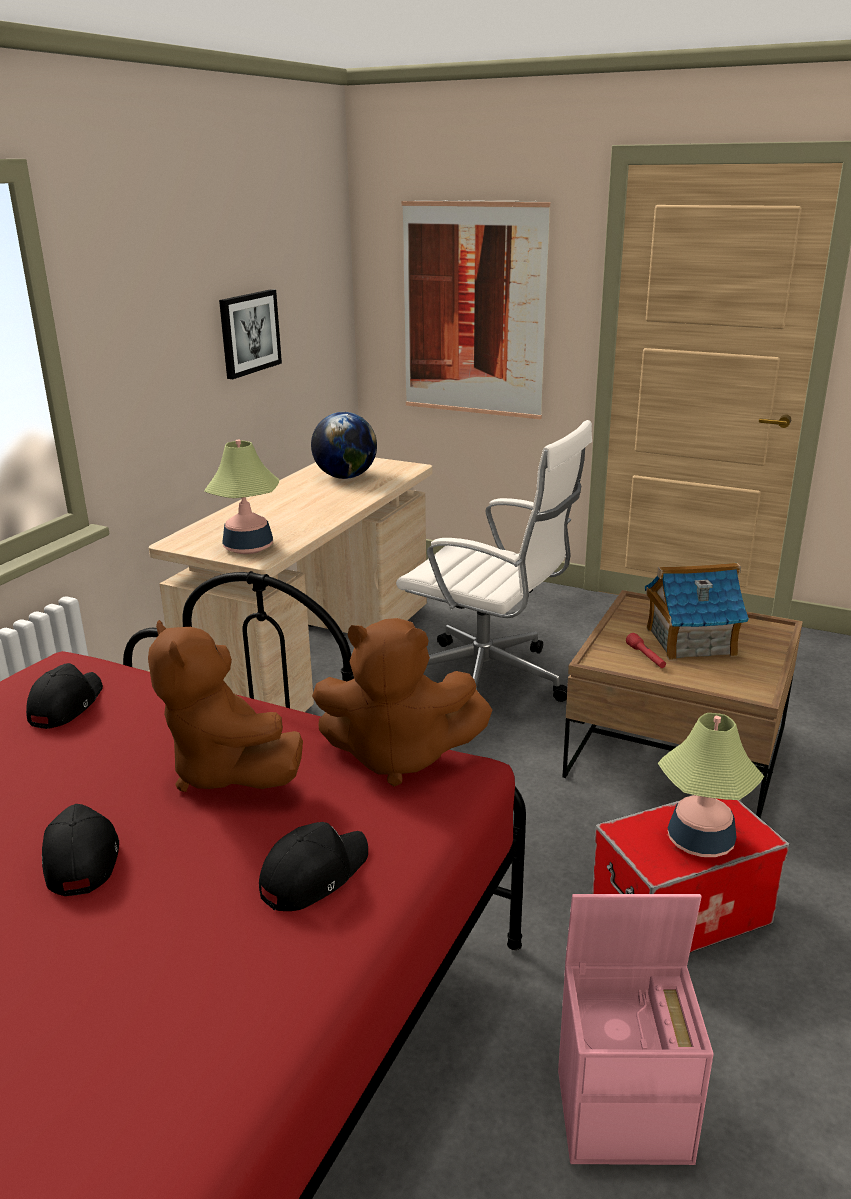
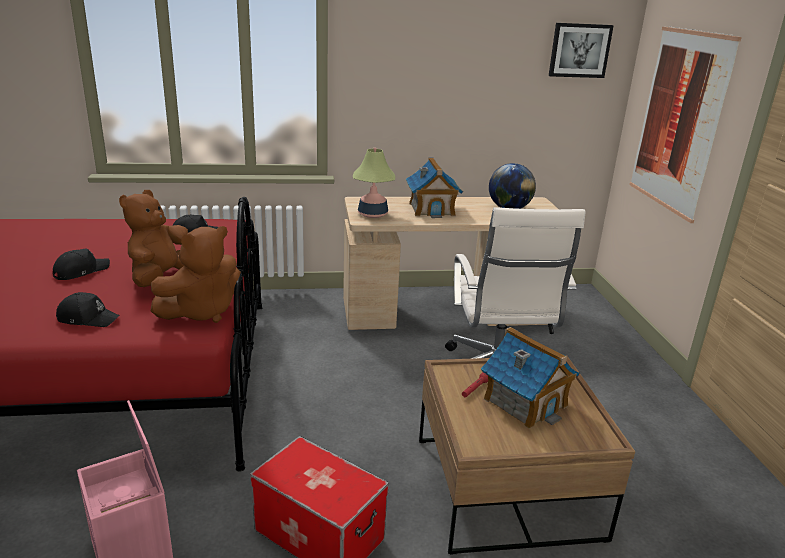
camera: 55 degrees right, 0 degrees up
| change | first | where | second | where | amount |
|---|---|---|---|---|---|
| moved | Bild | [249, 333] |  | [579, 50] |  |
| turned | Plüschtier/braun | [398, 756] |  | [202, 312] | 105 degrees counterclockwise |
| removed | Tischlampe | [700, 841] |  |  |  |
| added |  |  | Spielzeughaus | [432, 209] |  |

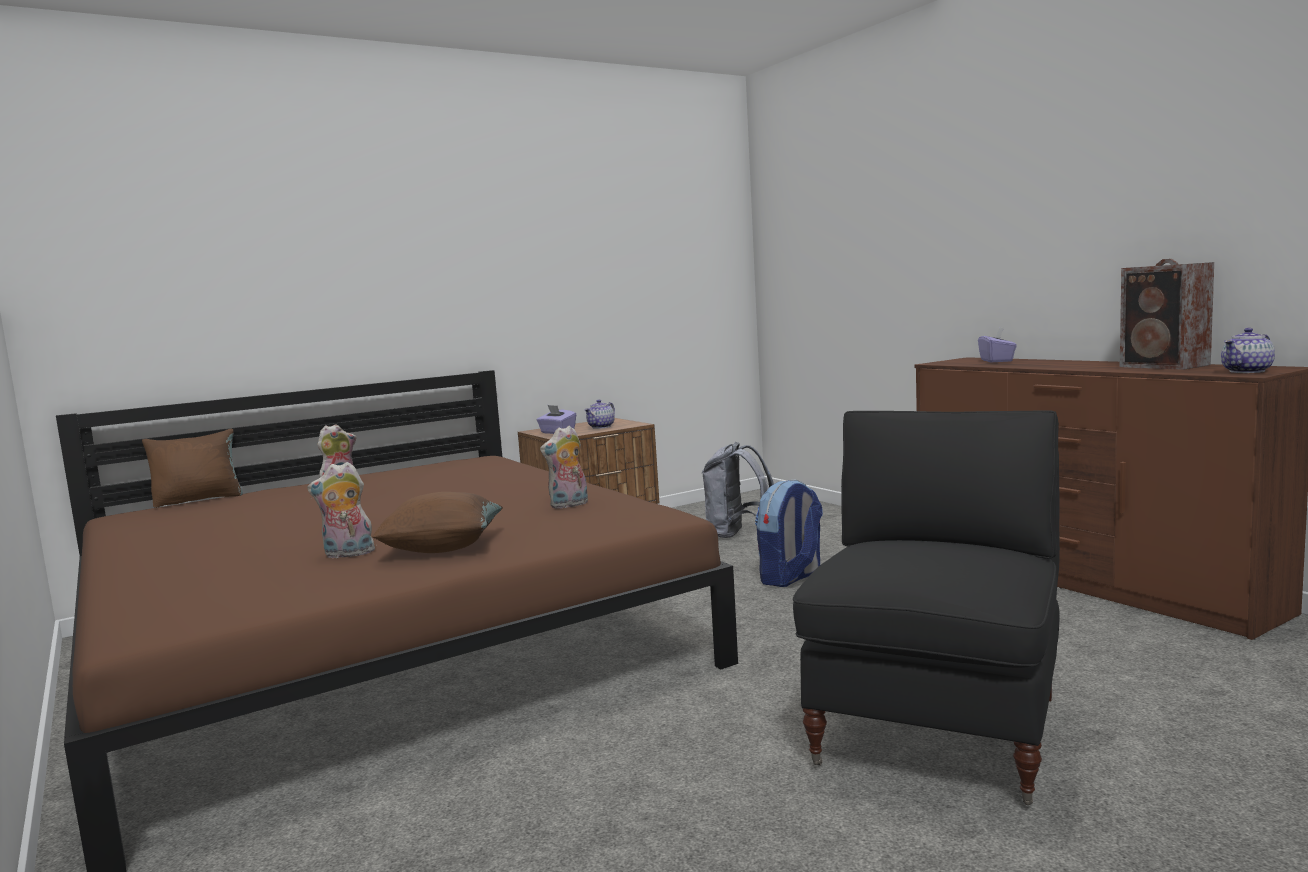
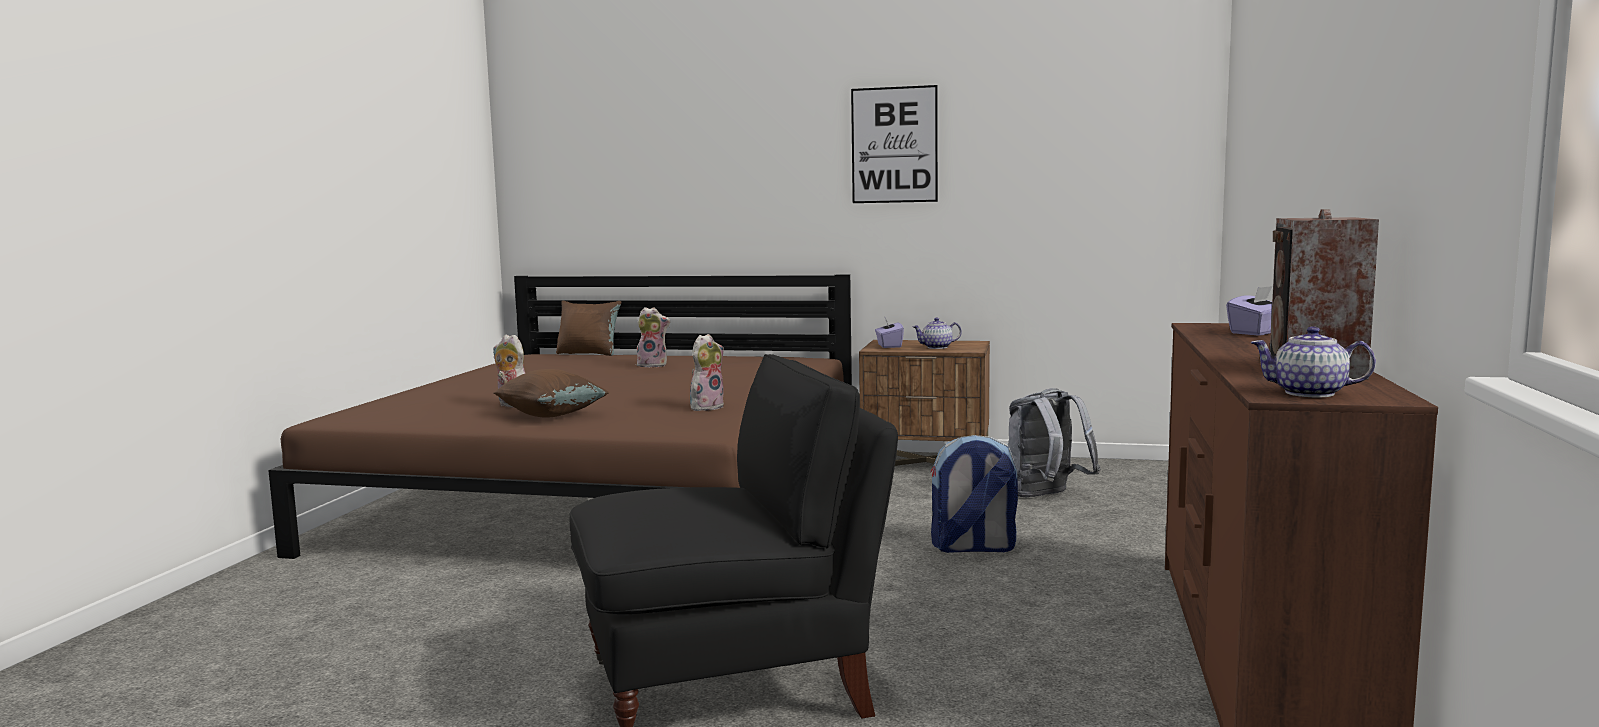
camera: 45 degrees right, 0 degrees up
| change | first | where | second | where | amount |
|---|---|---|---|---|---|
| turned | Plüschtier | [569, 505] |  | [706, 407] | 120 degrees clockwise |
| added |  |  | Bild | [894, 145] |  |

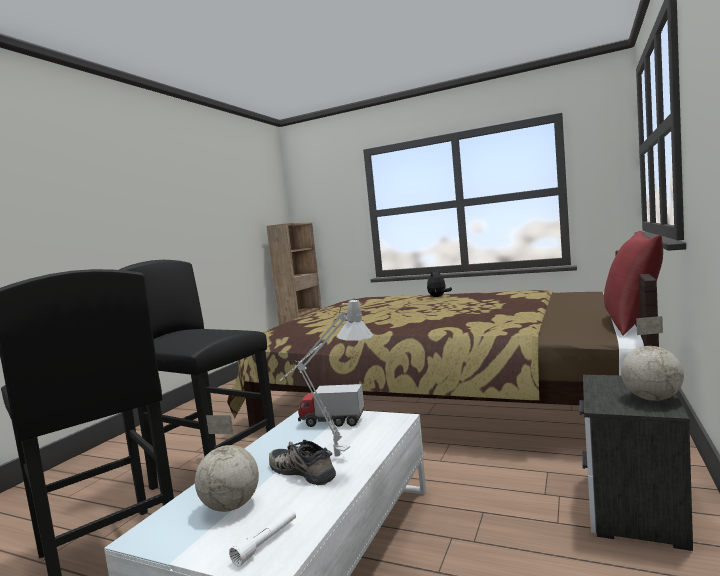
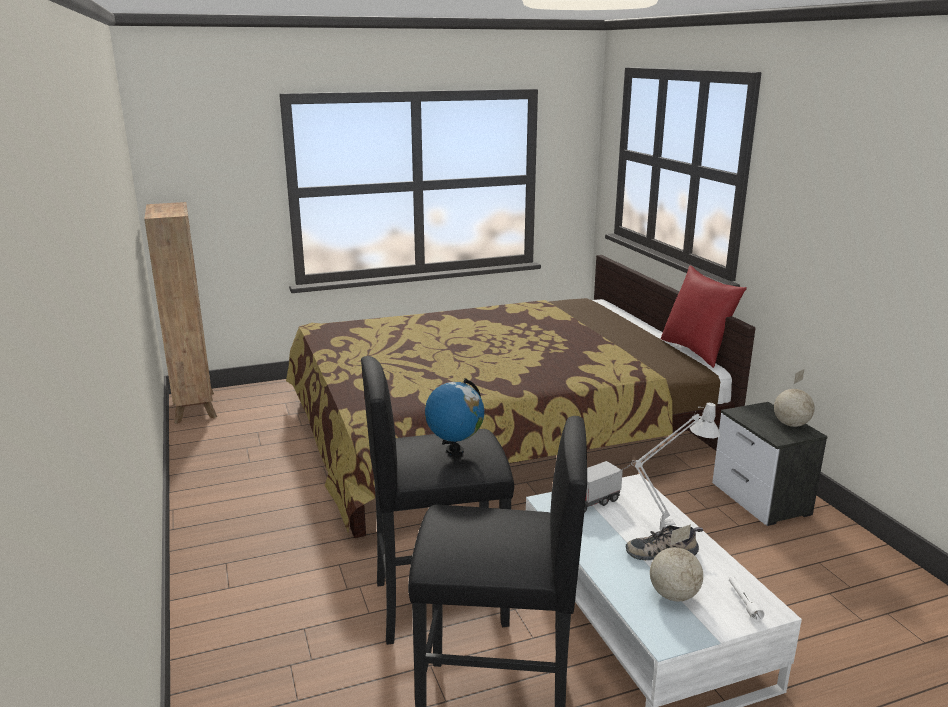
camera: 45 degrees left, 15 degrees up
| change | first | where | second | where | amount |
|---|---|---|---|---|---|
| removed | Plüschtier | [438, 297] |  |  |  |
| added |  |  | Globus | [454, 450] |  |

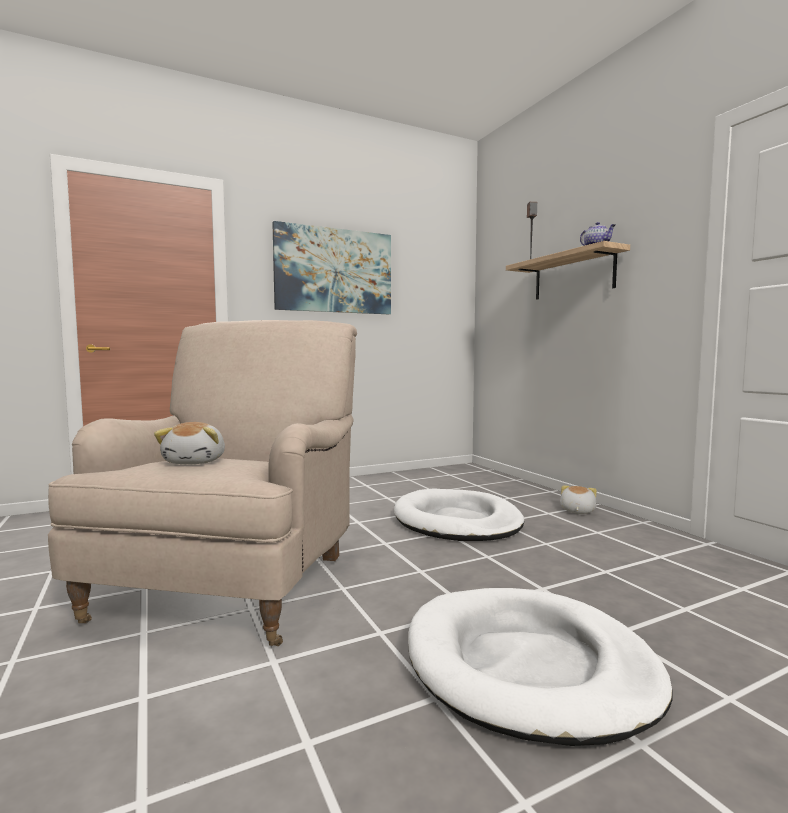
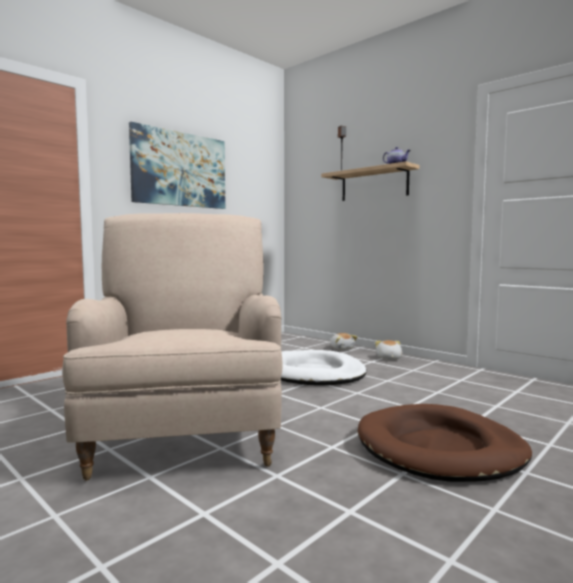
camera: 20 degrees left, 0 degrees up
| change | first | where | second | where | amount |
|---|---|---|---|---|---|
| moved | Plüschtier | [196, 461] |  | [342, 348] |  |
| recoloured | Hundebett/weiß | [529, 667] | Hundebett/braun | [440, 449] |  |

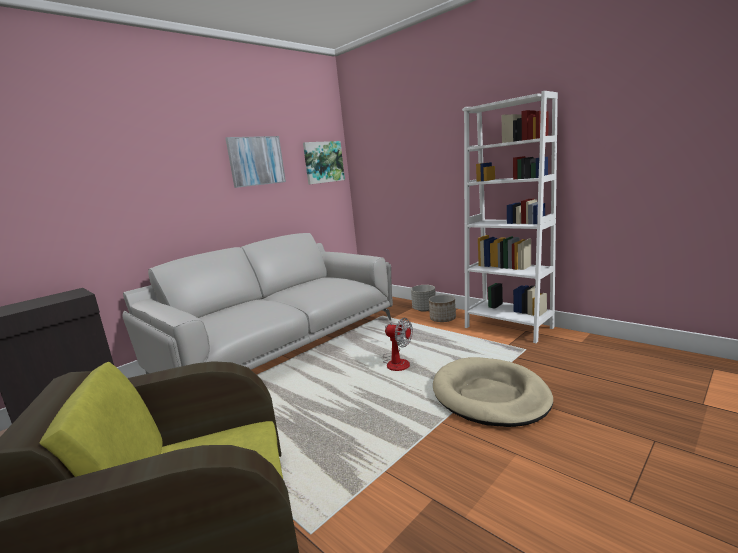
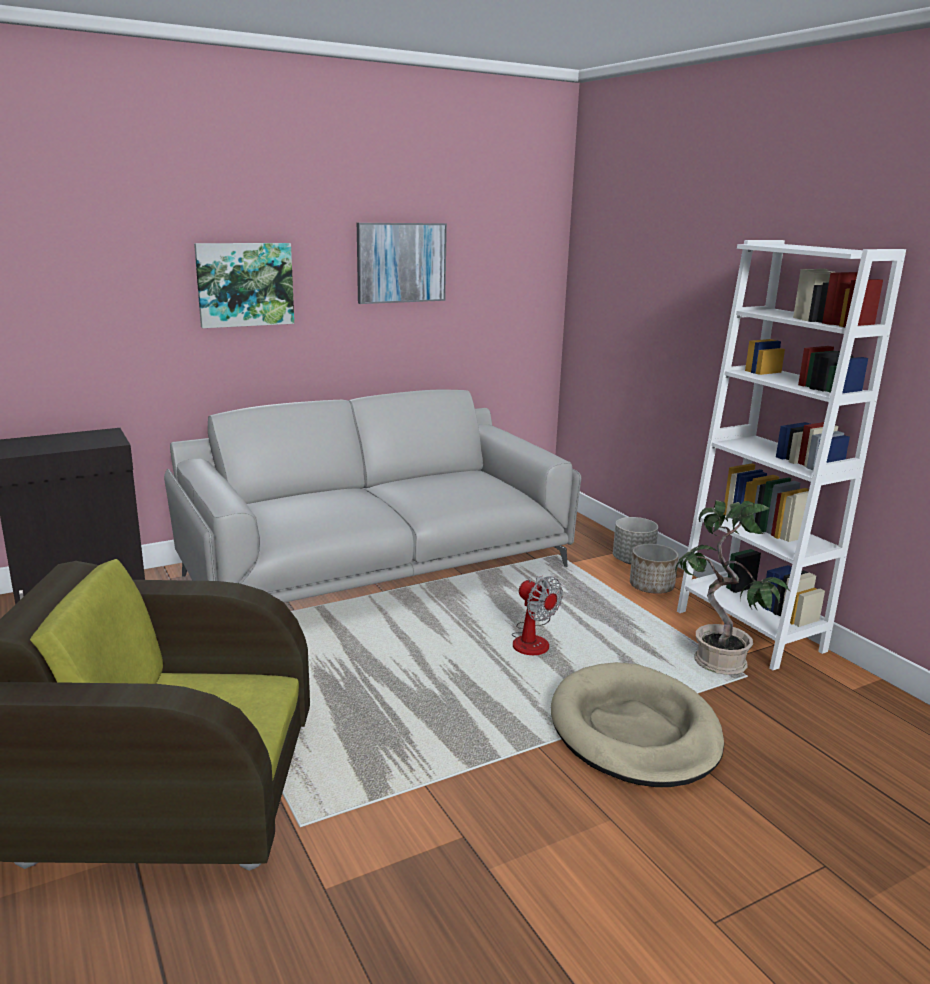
camera: 15 degrees right, 5 degrees up
| change | first | where | second | where | amount |
|---|---|---|---|---|---|
| moved | Bild | [323, 162] |  | [245, 284] |  |
| added |  |  | Topfpflanze | [717, 661] |  |

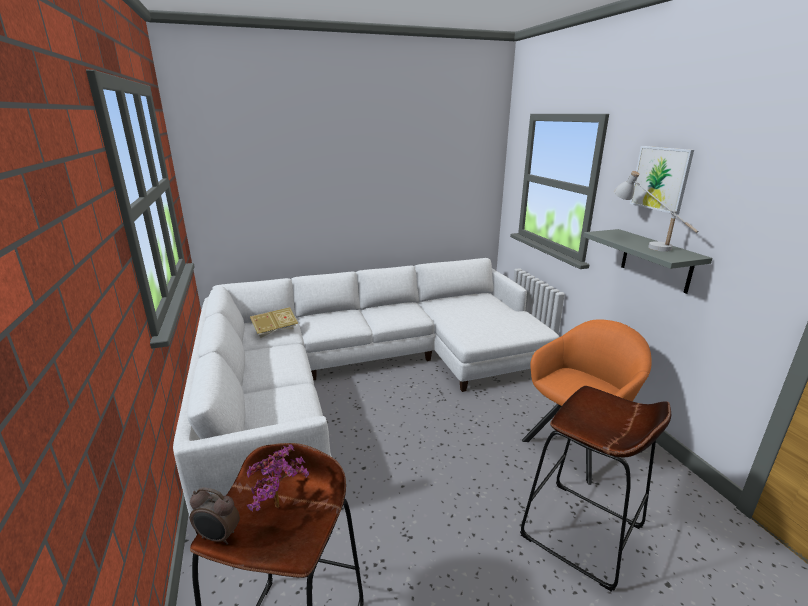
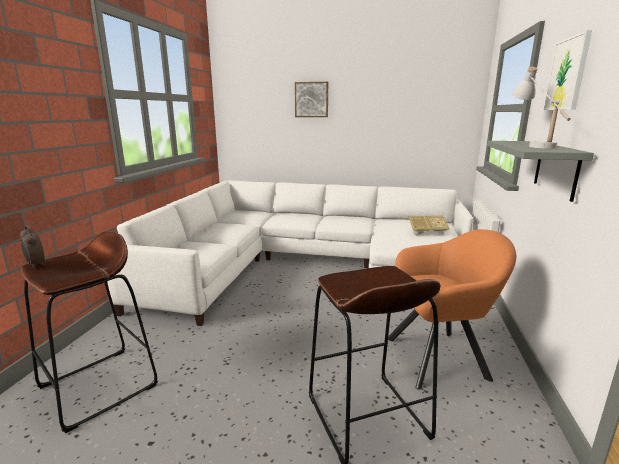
camera: 30 degrees right, 5 degrees down
| change | first | where | second | where | amount |
|---|---|---|---|---|---|
| moved | Buch | [275, 330] |  | [427, 232] |  |
| removed | Topfpflanze | [281, 508] |  |  |  |
| added |  |  | Bild | [311, 99] |  |

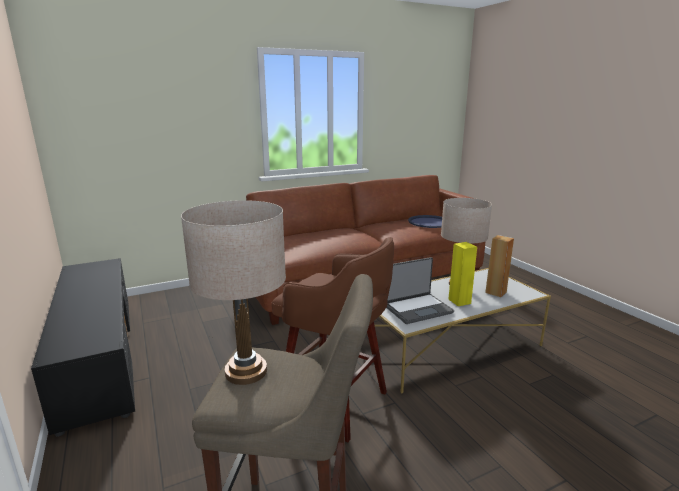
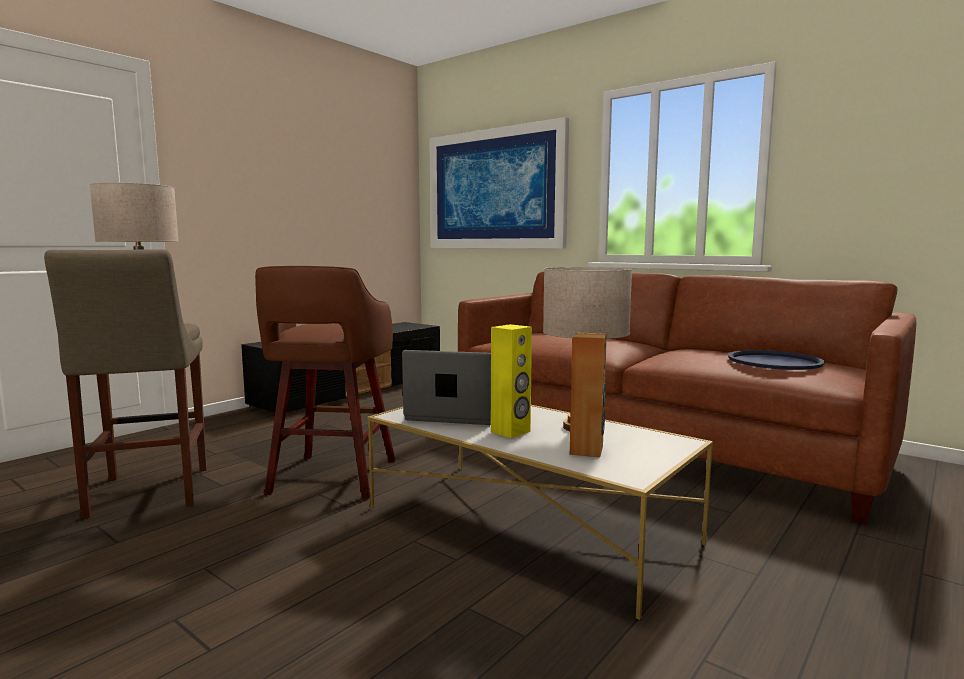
camera: 65 degrees right, 10 degrees down
| change | first | where | second | where | amount |
|---|---|---|---|---|---|
| turned | Laptop | [417, 309] |  | [454, 415] | 150 degrees clockwise |
| added |  |  | Bild | [495, 189] |  |

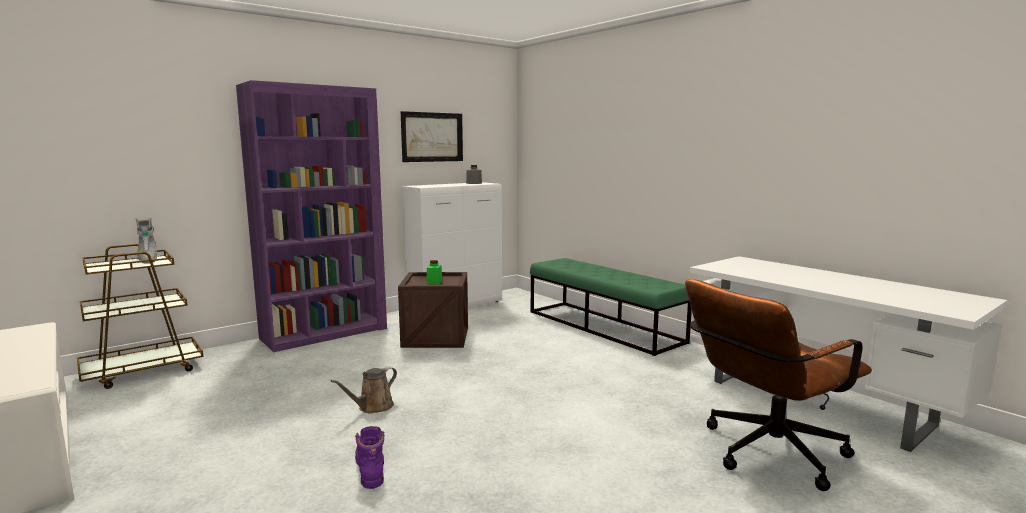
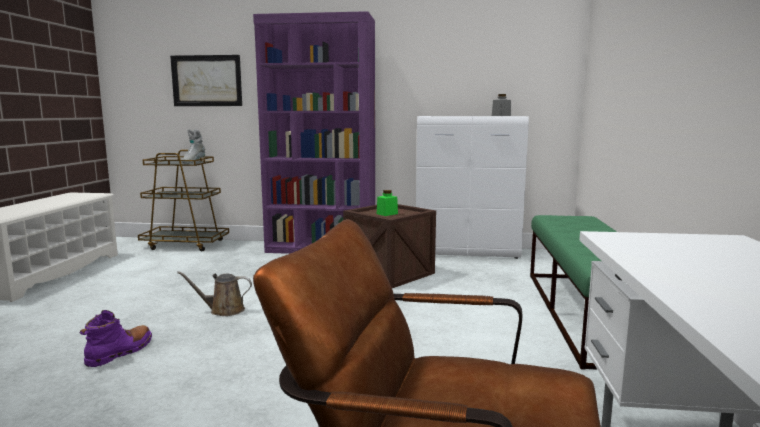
camera: 45 degrees right, 0 degrees up
| change | first | where | second | where | amount |
|---|---|---|---|---|---|
| moved | Bild | [432, 137] |  | [207, 81] |  |

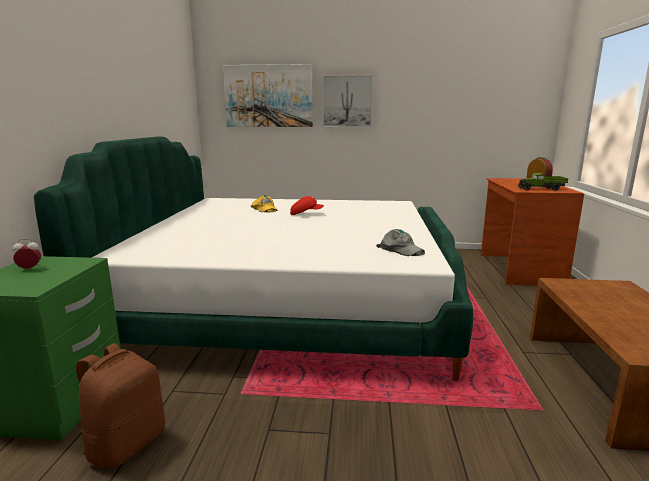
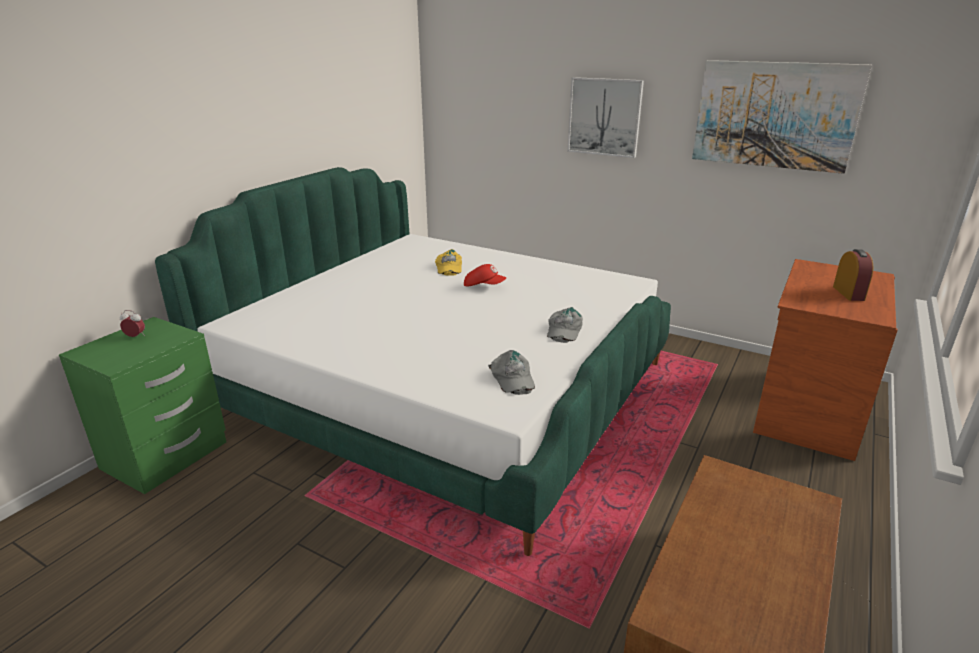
camera: 25 degrees right, 10 degrees up
| change | first | where | second | where | amount |
|---|---|---|---|---|---|
| moved | Bild | [268, 96] |  | [774, 115] |  |
| removed | Spielzeuglaster | [541, 189] |  |  |  |
| removed | Rucksack/braun | [126, 444] |  |  |  |
| added |  |  | Kappe/grau | [563, 330] |  |

